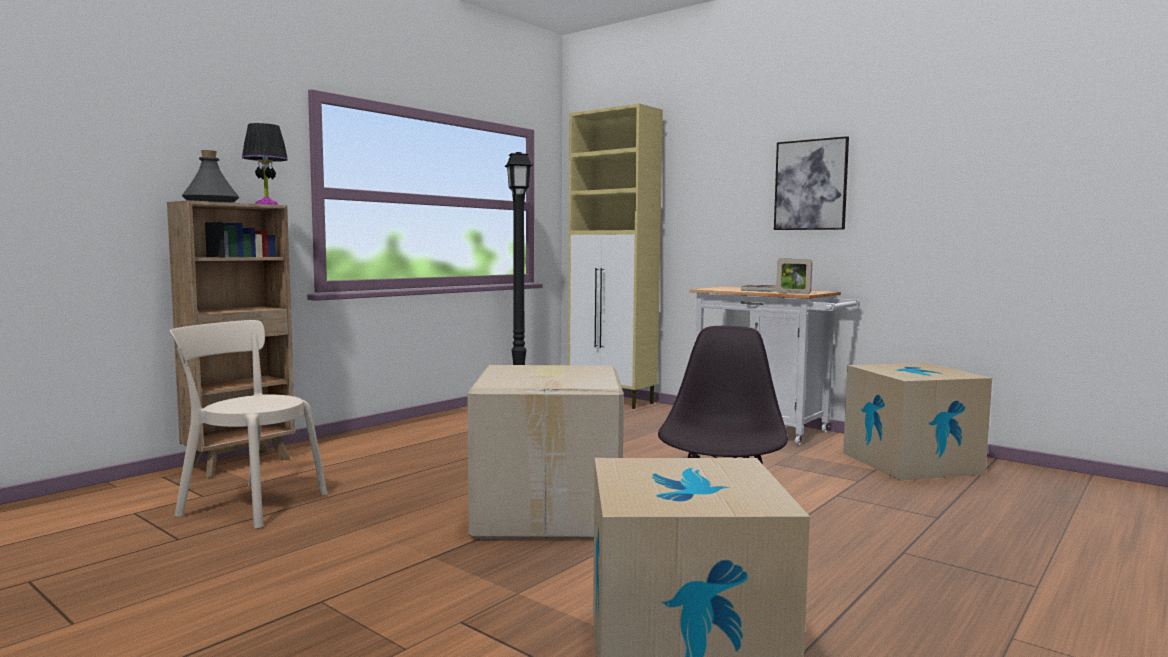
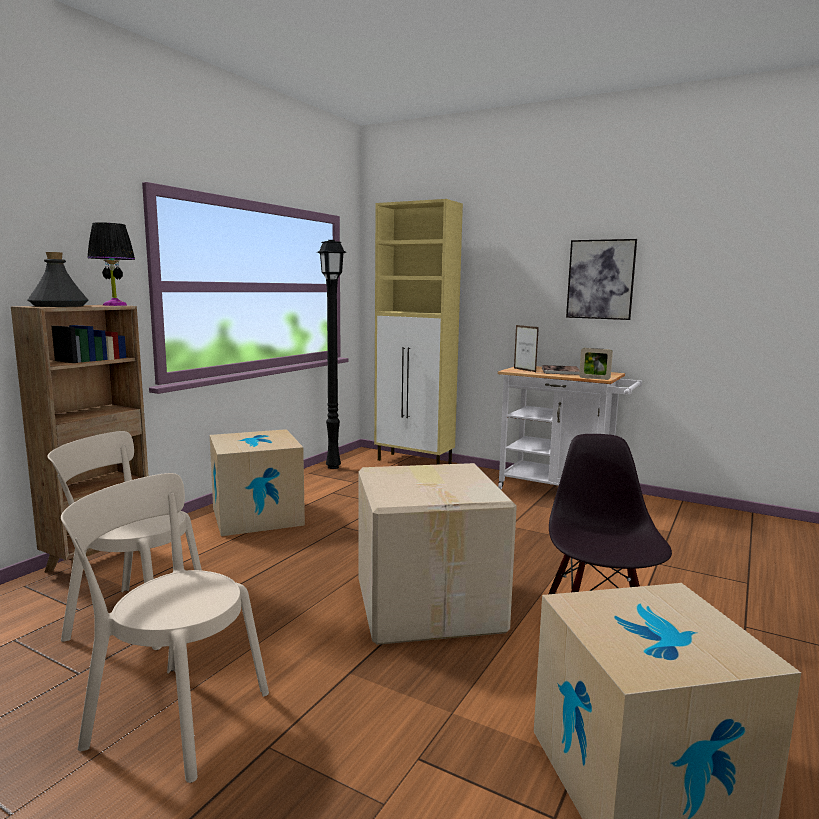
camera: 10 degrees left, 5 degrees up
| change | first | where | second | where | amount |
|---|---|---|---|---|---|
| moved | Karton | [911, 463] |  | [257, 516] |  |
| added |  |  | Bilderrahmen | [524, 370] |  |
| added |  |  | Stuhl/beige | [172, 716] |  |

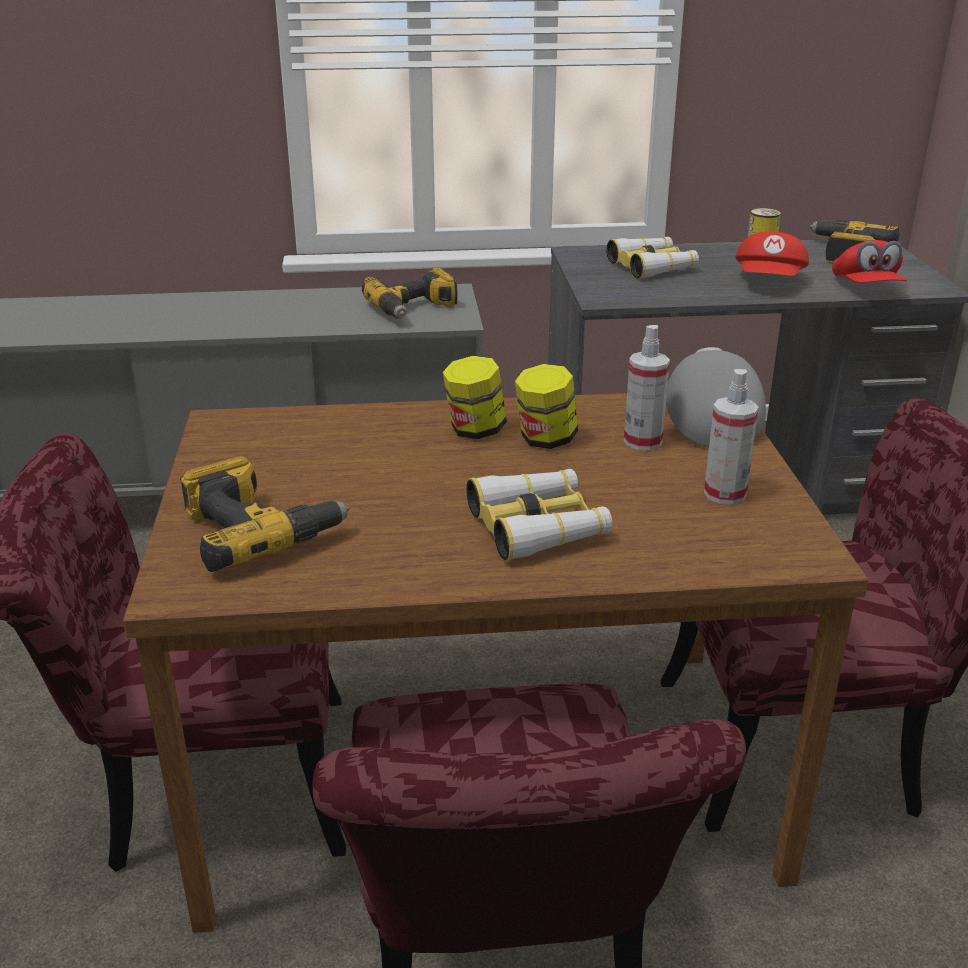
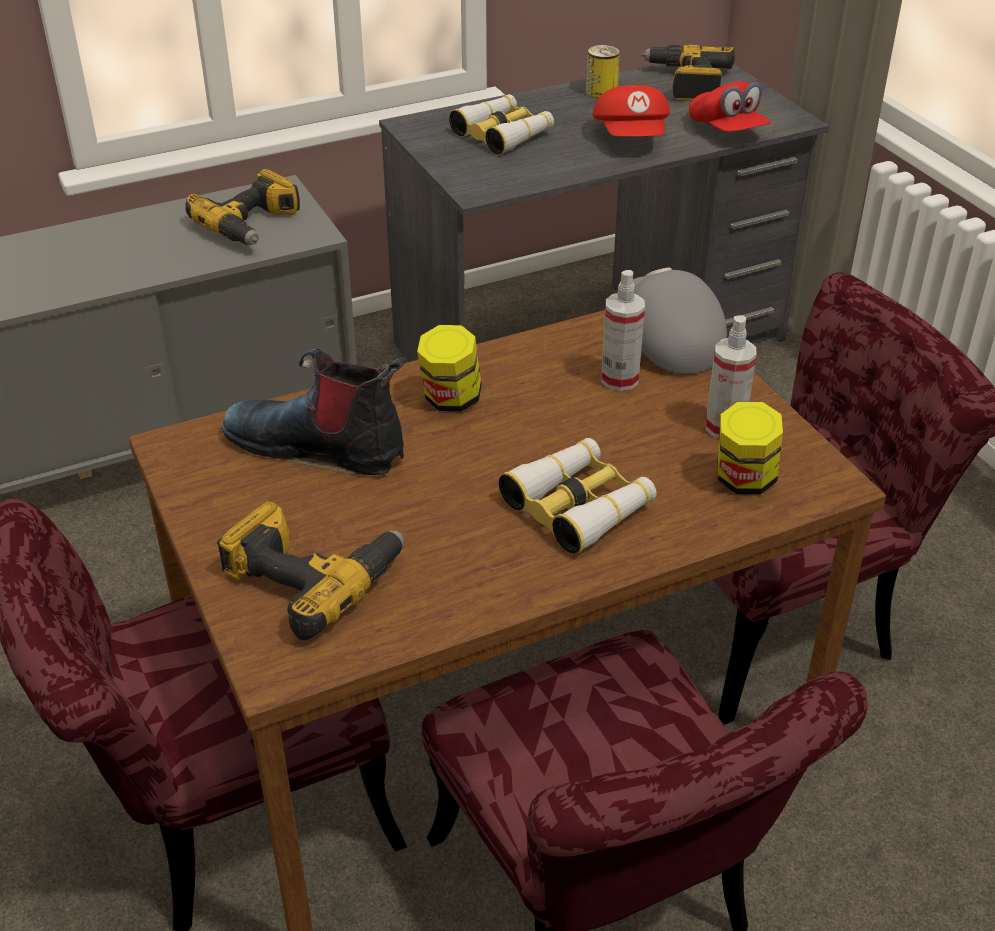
camera: 20 degrees left, 10 degrees up
| change | first | where | second | where | amount |
|---|---|---|---|---|---|
| moved | Vorratsglas | [545, 440] |  | [744, 480] |  |
| added |  |  | Stiefel | [319, 446] |  |

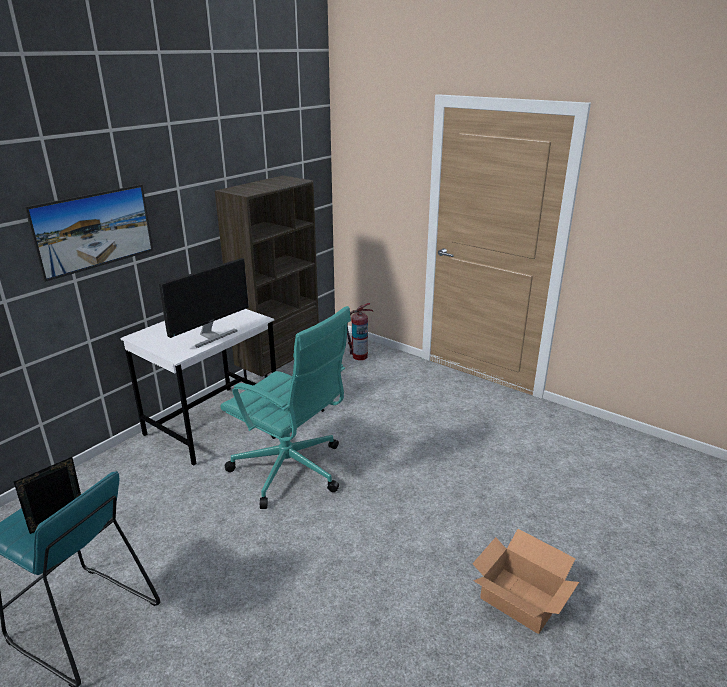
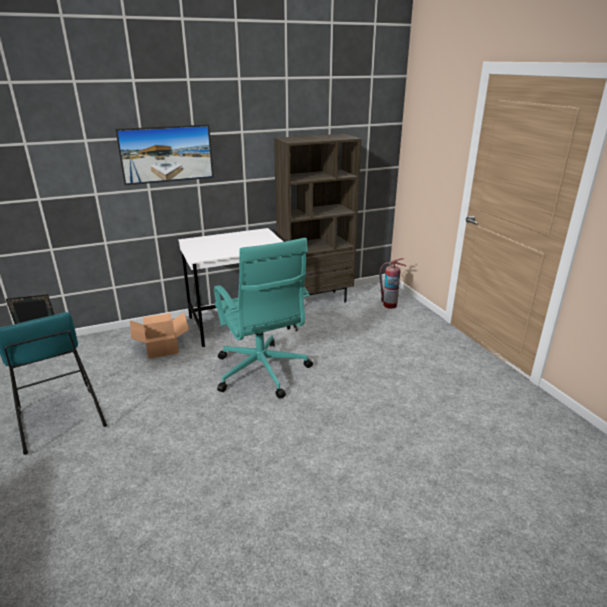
camera: 30 degrees right, 0 degrees up
| change | first | where | second | where | amount |
|---|---|---|---|---|---|
| removed | Monitor | [211, 336] |  |  |  |
| moved | Karton | [520, 600] |  | [161, 346] |  |

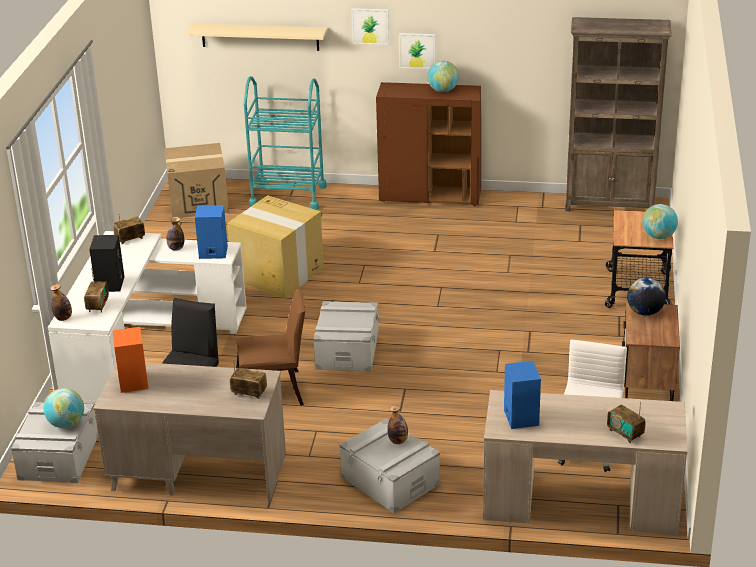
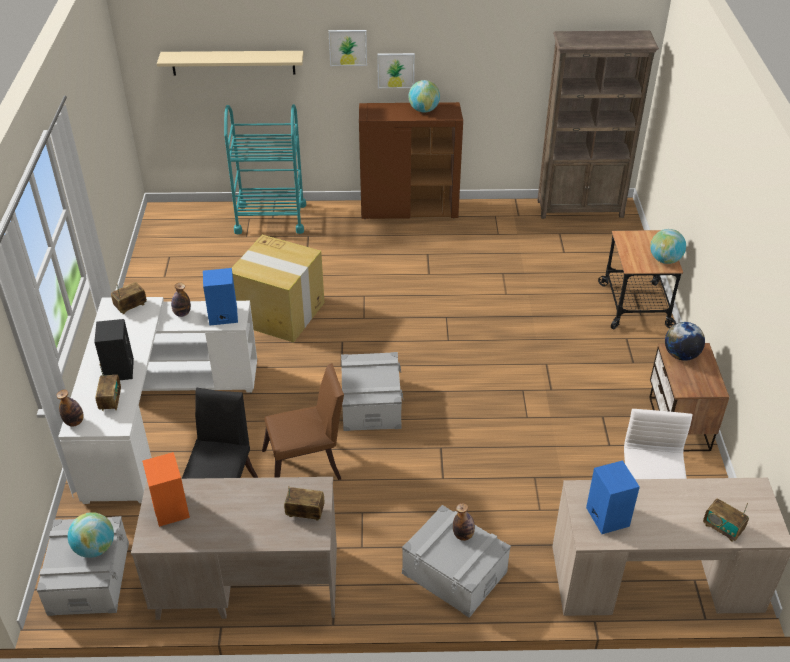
camera: 10 degrees left, 10 degrees up
| change | first | where | second | where | amount |
|---|---|---|---|---|---|
| removed | Karton | [198, 202] |  |  |  |

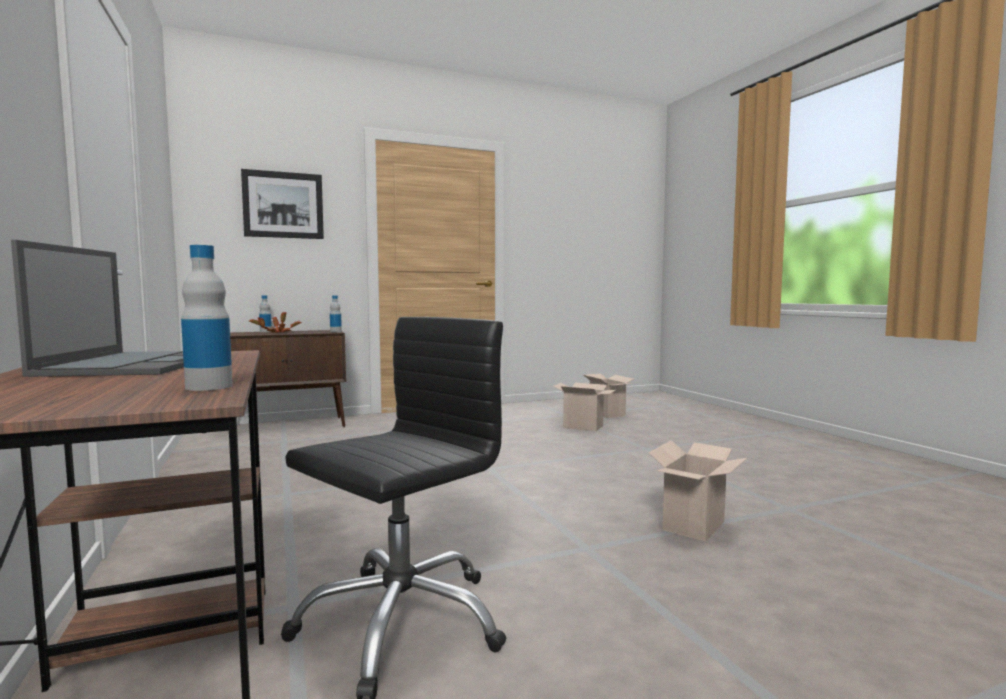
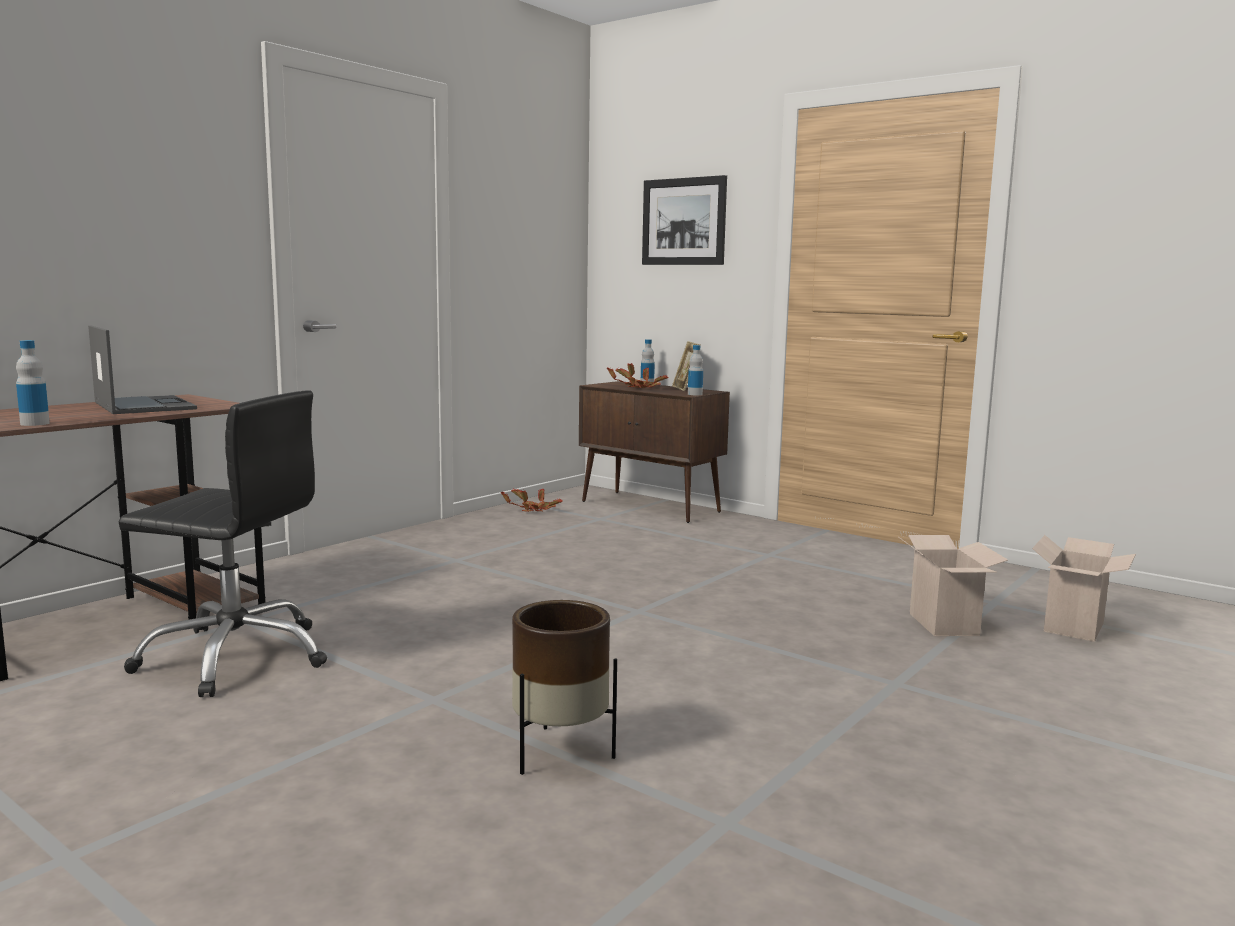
camera: 60 degrees right, 5 degrees up
| change | first | where | second | where | amount |
|---|---|---|---|---|---|
| turned | Laptop | [137, 364] |  | [143, 405] | 90 degrees counterclockwise |
| replaced | Karton | [695, 527] | Pflanzkübel/braun | [559, 752] |  |
| added |  |  | Bilderrahmen | [685, 389] |  |
| added |  |  | Topfpflanze | [533, 510] |  |

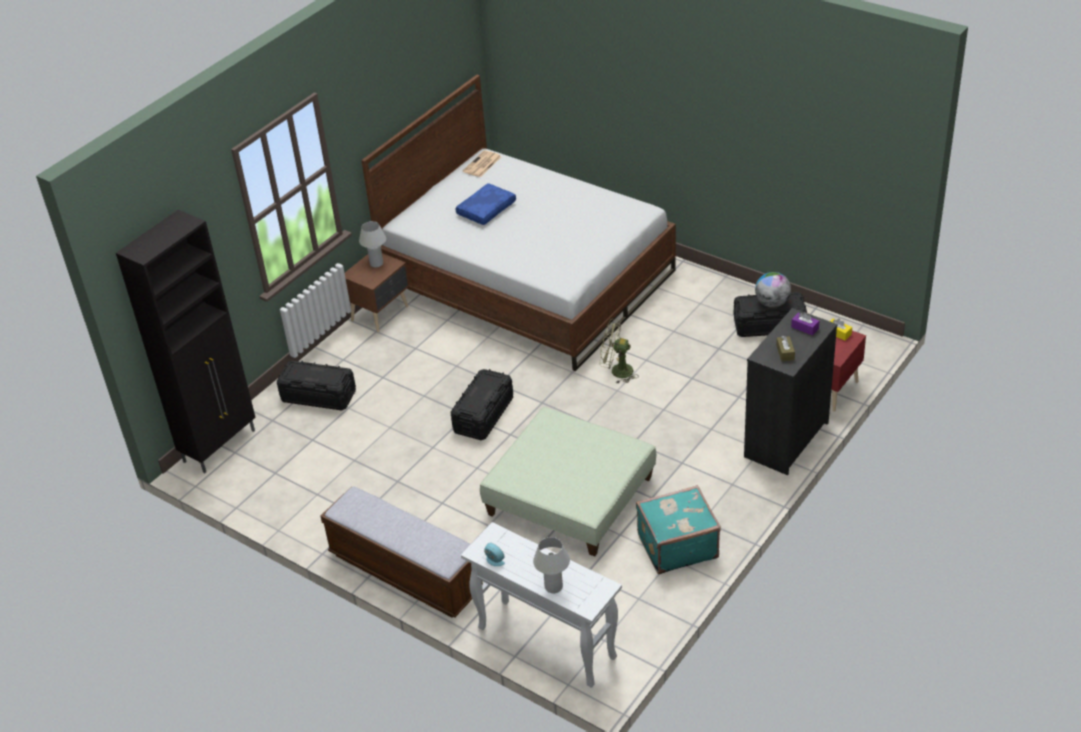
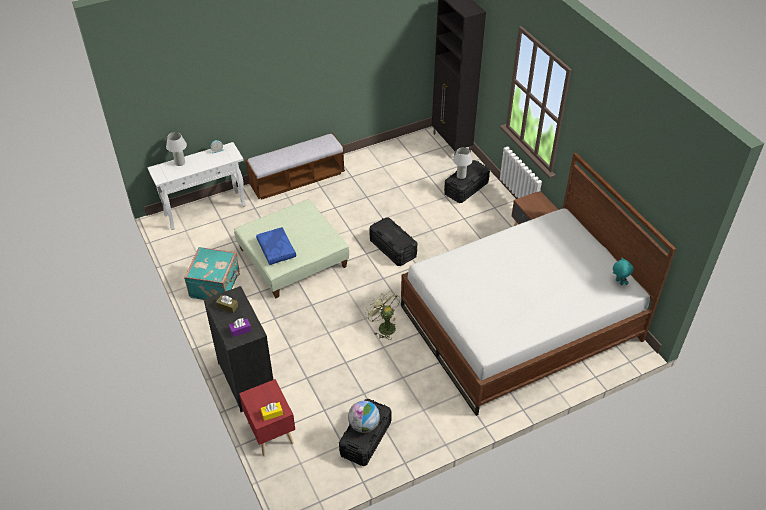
camera: 115 degrees right, 5 degrees up
| change | first | where | second | where | amount |
|---|---|---|---|---|---|
| replaced | Zeitung | [482, 165] | Plüschtier/türkis | [618, 282] |  |
| moved | Kissen/blau | [486, 209] |  | [277, 249] |  |
| moved | Tischlampe/weiß | [376, 263] |  | [461, 176] |  |
| turned | Ventilator/grün | [616, 371] |  | [384, 326] | 75 degrees counterclockwise |

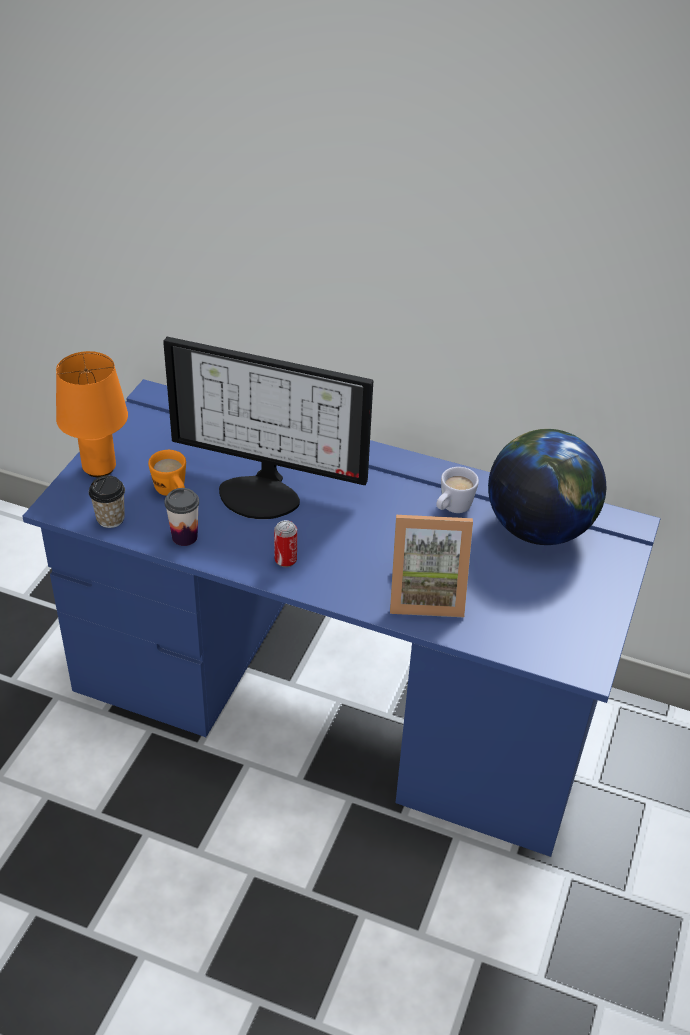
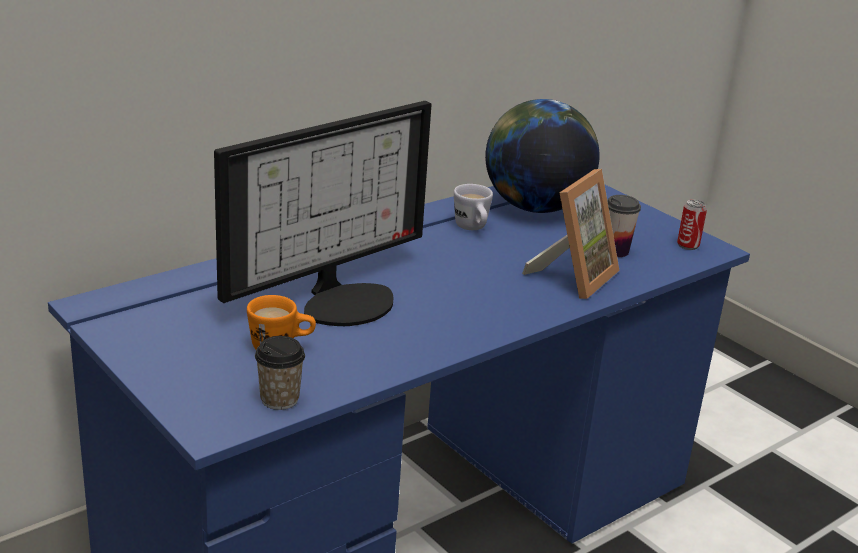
camera: 60 degrees left, 15 degrees down
| change | first | where | second | where | amount |
|---|---|---|---|---|---|
| removed | Tischlampe/orange | [98, 468] |  |  |  |
| moved | Tasse | [184, 537] |  | [615, 251] |  |
| moved | Dose | [285, 560] |  | [688, 245] |  |

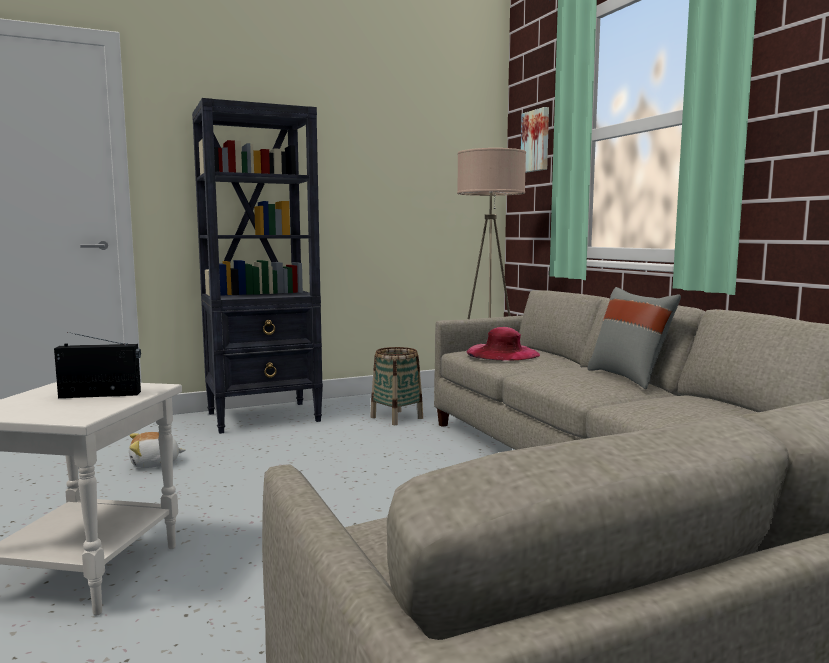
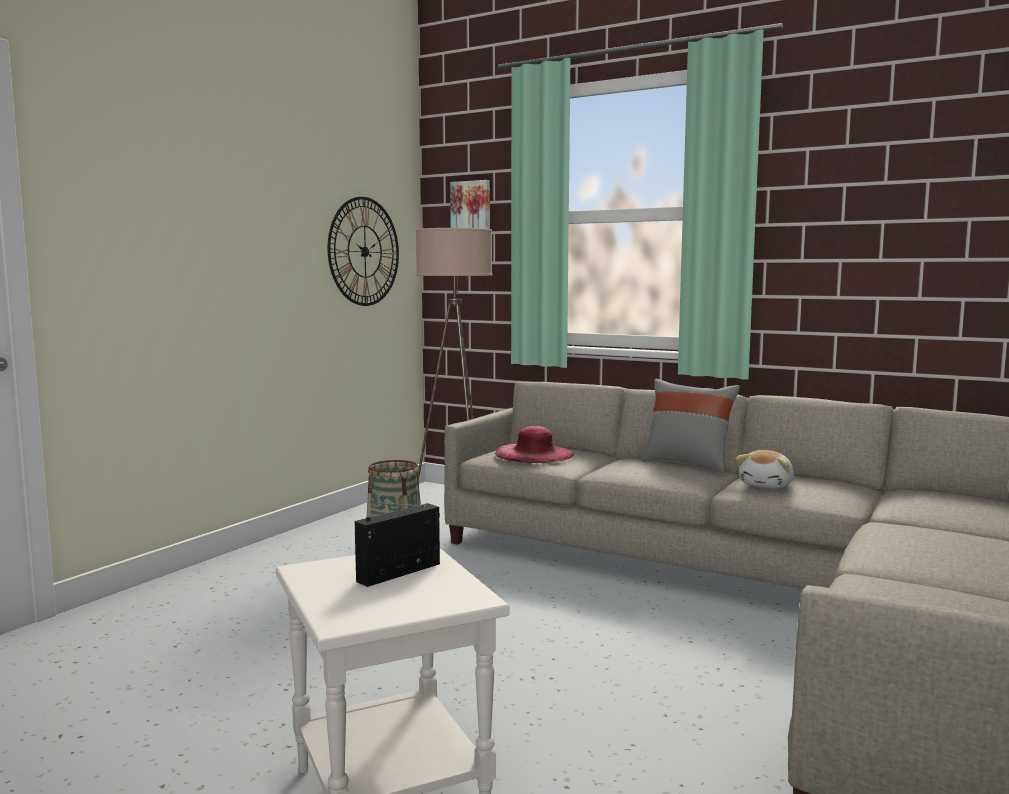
camera: 35 degrees left, 0 degrees up
| change | first | where | second | where | amount |
|---|---|---|---|---|---|
| removed | Bücherregal/schwarz | [265, 417] |  |  |  |
| moved | Plüschtier | [155, 464] |  | [767, 485] |  |
| added |  |  | Wanduhr | [364, 251] |  |

